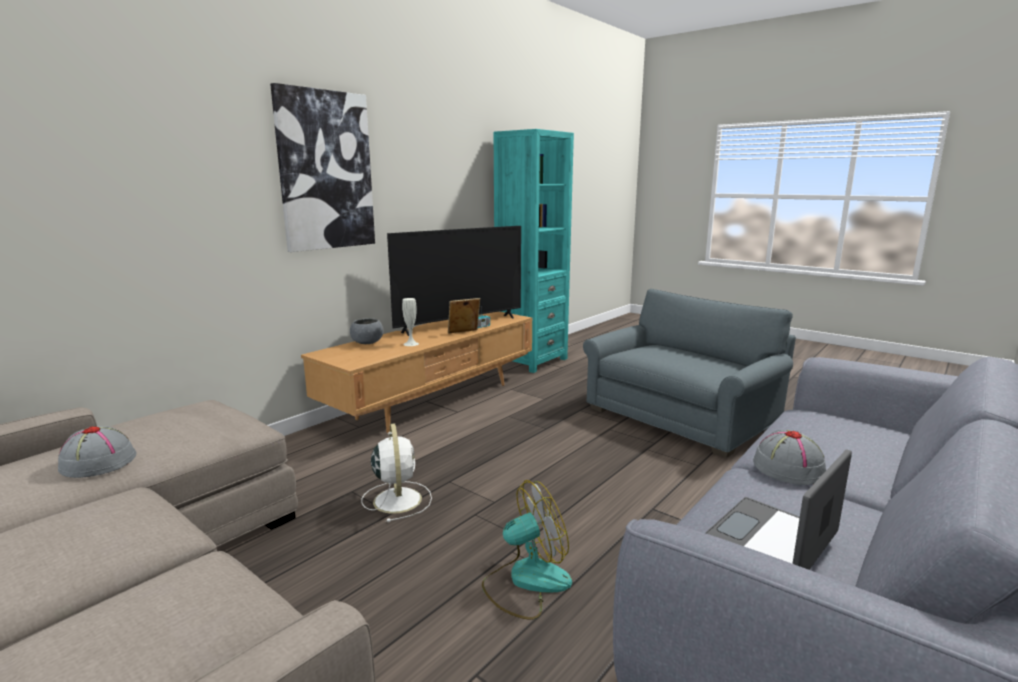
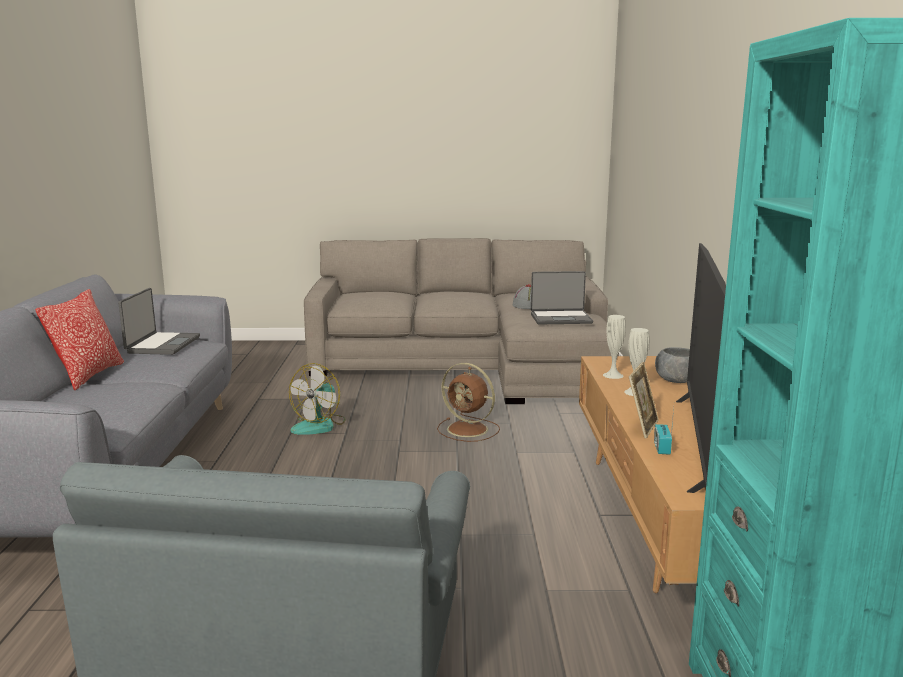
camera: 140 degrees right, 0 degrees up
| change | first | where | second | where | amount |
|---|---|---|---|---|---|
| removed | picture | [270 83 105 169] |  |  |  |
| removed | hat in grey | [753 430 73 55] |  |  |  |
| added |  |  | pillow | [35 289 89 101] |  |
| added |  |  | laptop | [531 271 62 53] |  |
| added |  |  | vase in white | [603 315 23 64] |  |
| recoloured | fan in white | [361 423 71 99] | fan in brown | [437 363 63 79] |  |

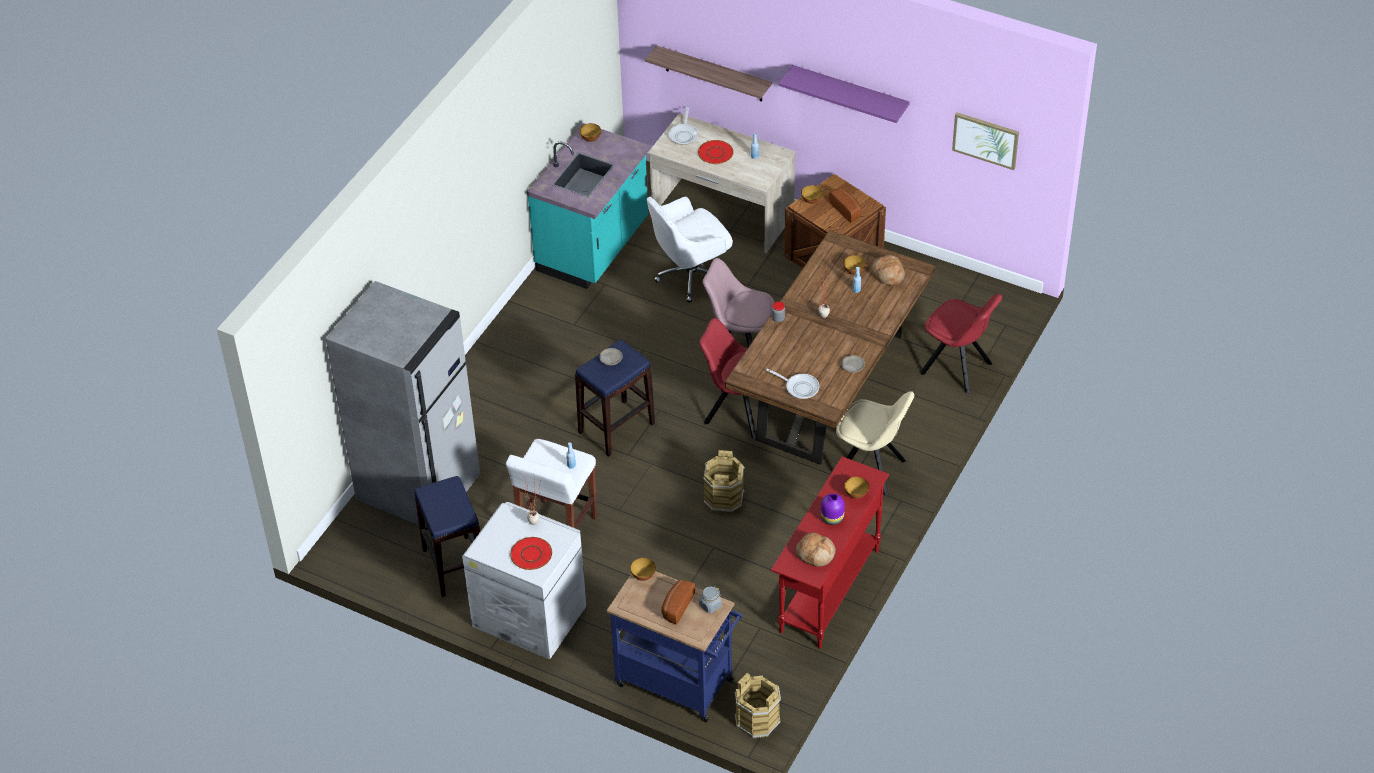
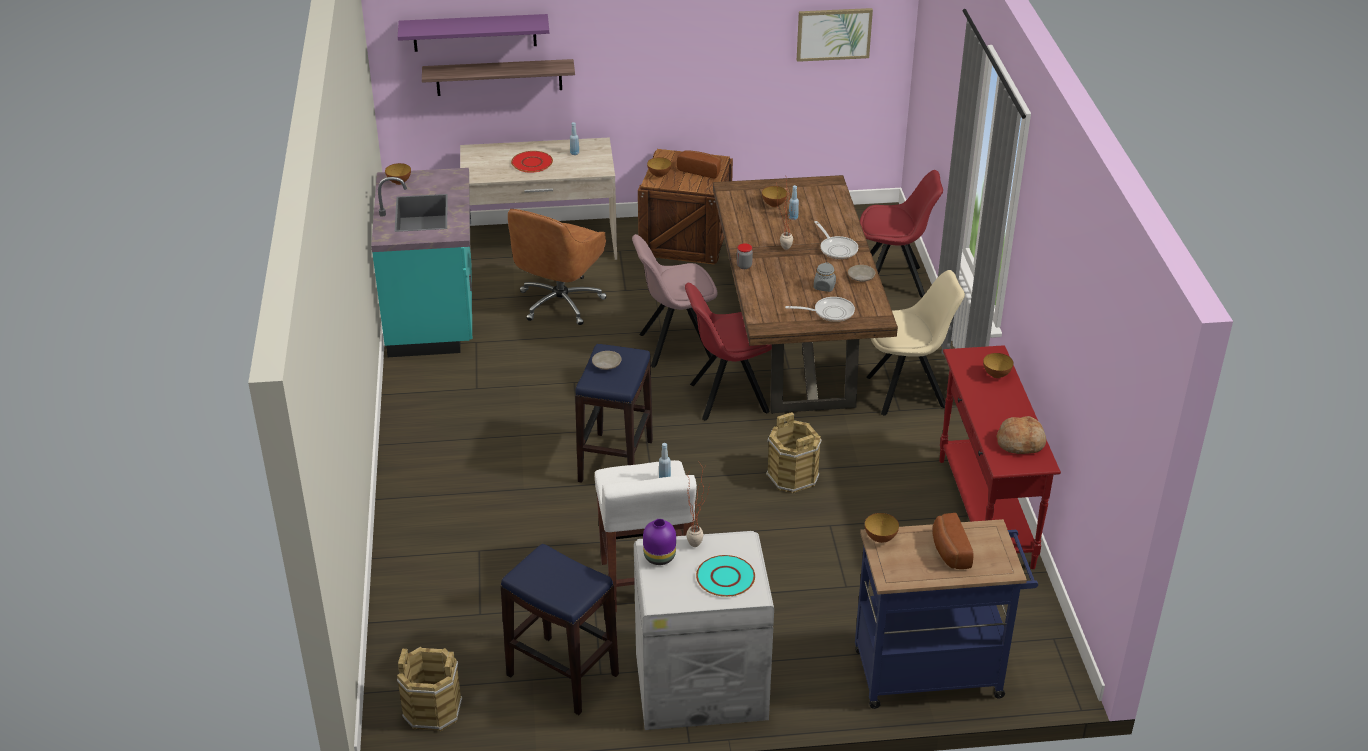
camera: 35 degrees left, 10 degrees down
| change | first | where | second | where | amount |
|---|---|---|---|---|---|
| removed | fridge in grey | [326 281 154 244] |  |  |  |
| removed | bread | [871 255 34 31] |  |  |  |
| moved | frying pan | [669 107 29 38] |  | [814 221 44 38] |  |
| moved | jar in grey | [699 586 23 27] |  | [814 262 22 30] |  |
| moved | bucket in brown | [735 673 46 65] |  | [397 647 65 84] |  |
| moved | shelf in purple | [779 65 131 58] |  | [398 14 151 38] |  |
| moved | vase in purple | [821 493 24 32] |  | [643 519 33 46] |  |
| recoloured | plate in red | [510 537 42 33] | plate in turquoise | [696 555 59 42] |  |
| recoloured | office chair in white | [647 197 86 105] | office chair in brown | [508 209 98 116] |  |

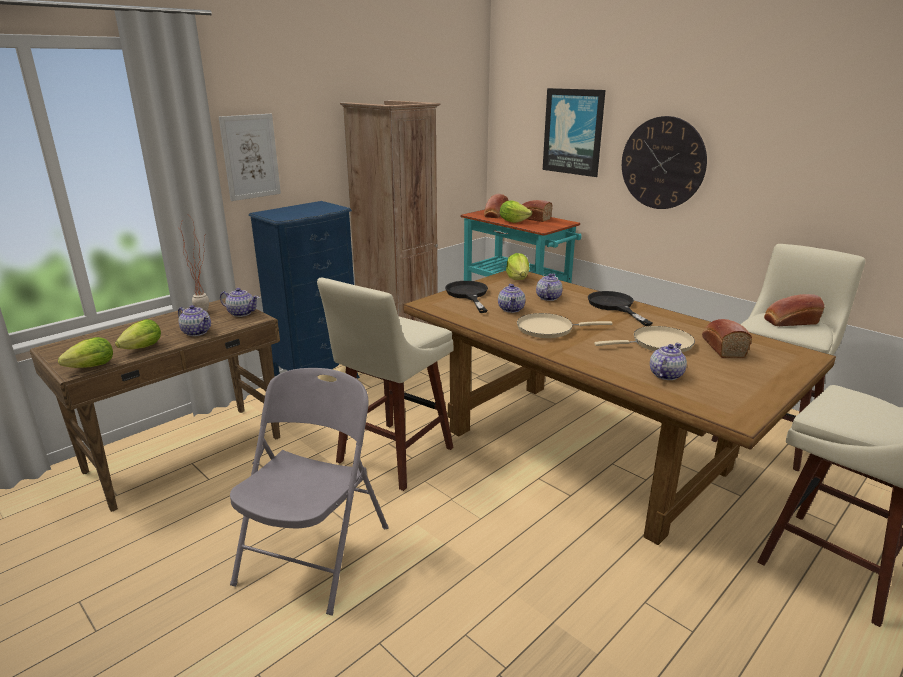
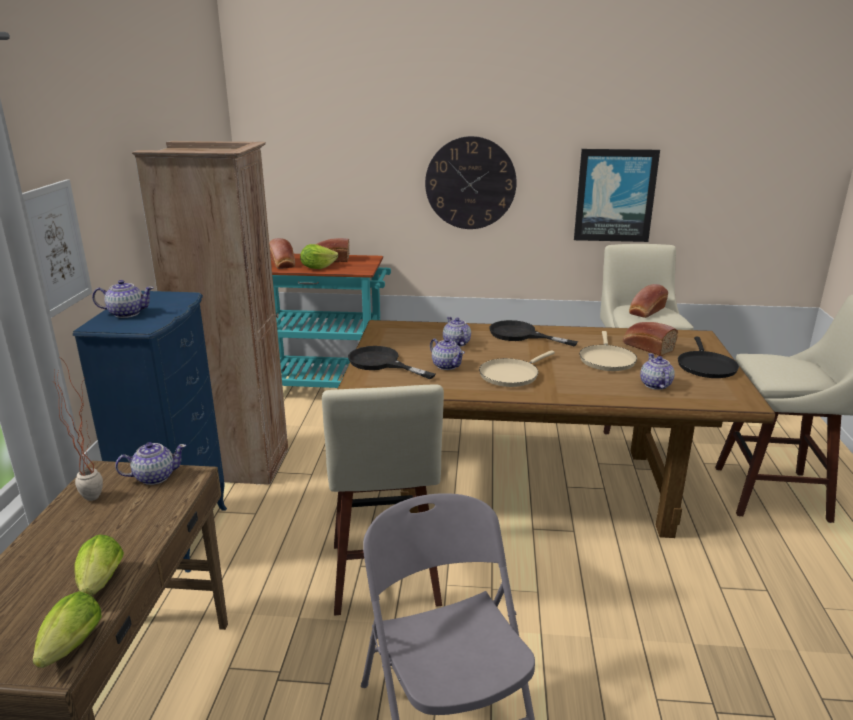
camera: 40 degrees left, 0 degrees up
| change | first | where | second | where | amount |
|---|---|---|---|---|---|
| removed | lettuce | [506 253 24 27] |  |  |  |
| added |  |  | frying pan in black | [678 337 61 41] |  |
| moved | teapot | [178 305 33 31] |  | [92 280 62 38] |  |
| moved | picture | [543 88 63 89] |  | [574 149 86 93] |  |
| turned | frying pan in beige | [594 326 101 26] |  | [579 331 58 40] | 150 degrees clockwise |

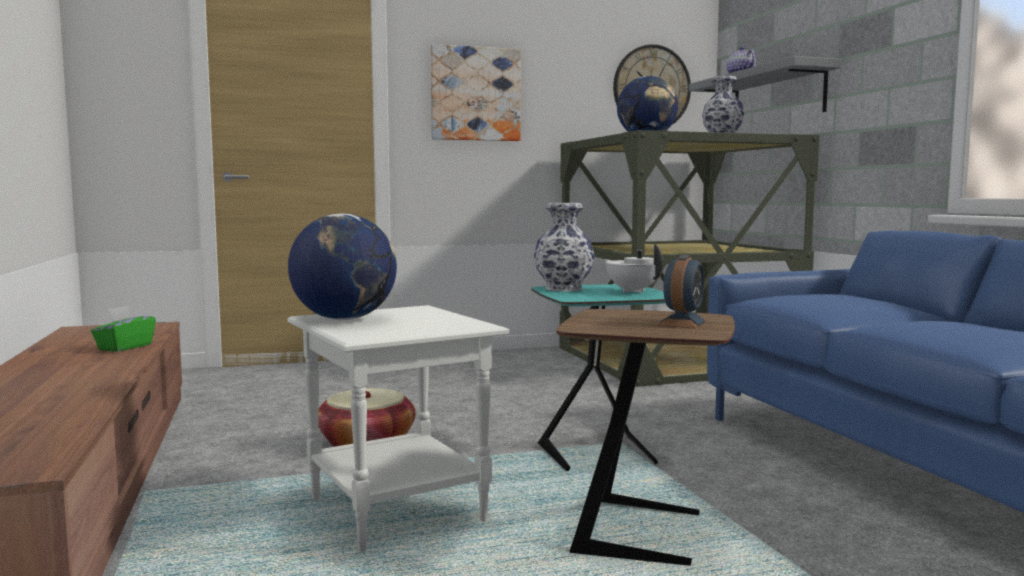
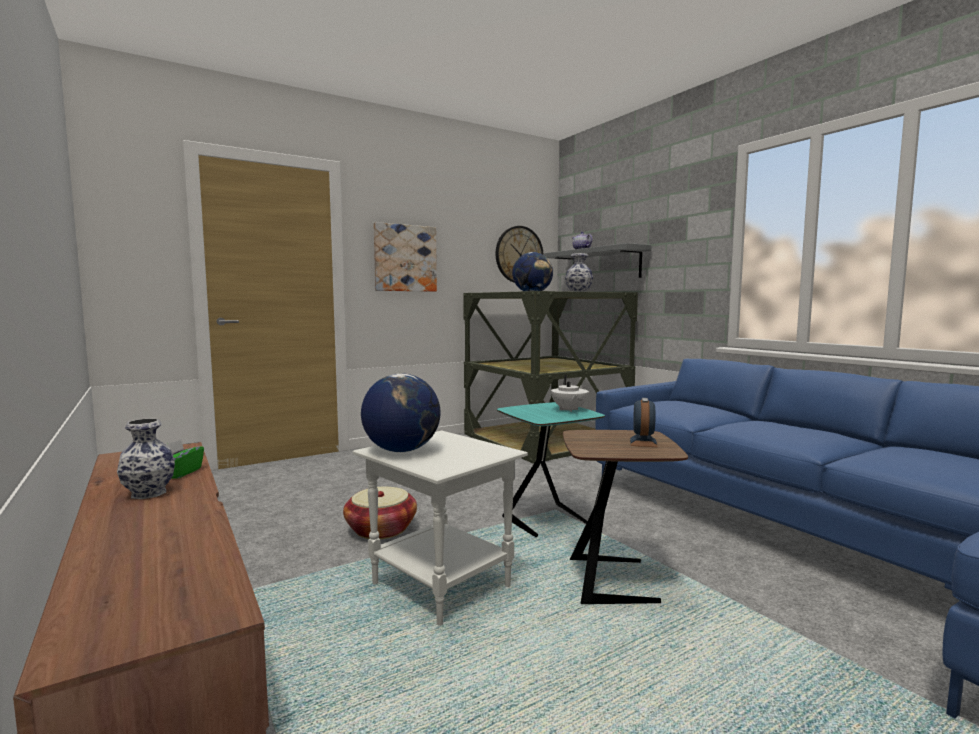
camera: 15 degrees left, 0 degrees up
| change | first | where | second | where | amount |
|---|---|---|---|---|---|
| moved | vase | [534 203 61 88] |  | [117 418 58 81] |  |
| turned | teapot in white | [605 244 58 49] |  | [551 375 38 37] | 135 degrees counterclockwise |

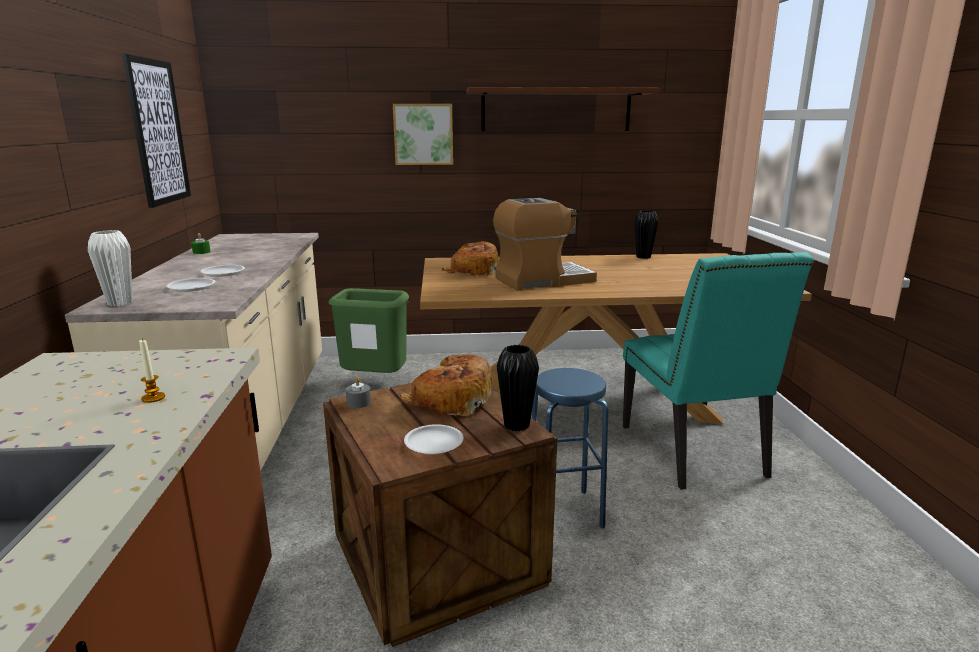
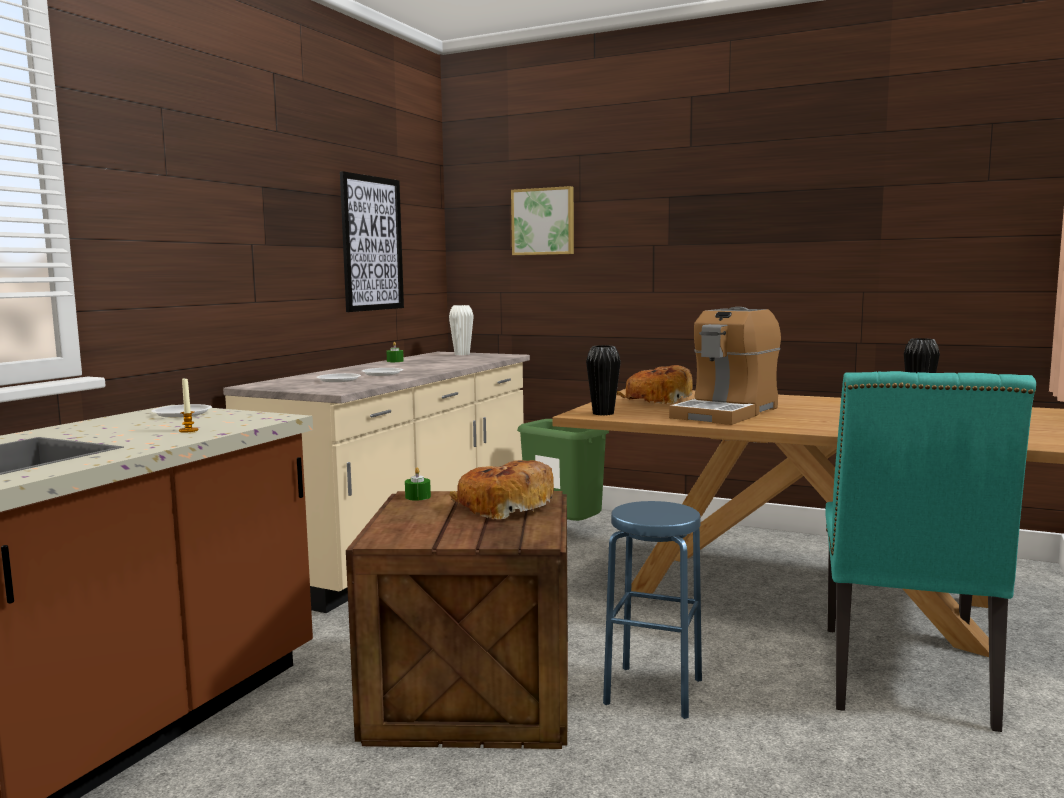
camera: 30 degrees right, 10 degrees down
| change | first | where | second | where | amount |
|---|---|---|---|---|---|
| removed | shelf in brown | [466 87 194 44] |  |  |  |
| moved | vase in white | [88 230 45 76] |  | [449 305 25 50] |  |
| moved | picture | [393 104 60 61] |  | [511 186 63 69] |  |
| moved | plate in white | [404 424 59 31] |  | [152 404 60 13] |  |
| moved | vase in black | [497 345 42 86] |  | [586 345 35 71] |  |
| recoloured | candle in grey | [346 376 25 32] | candle in green | [405 468 26 33] |  |
| turned | coffee machine | [493 198 104 92] |  | [669 307 112 118] | 120 degrees clockwise |

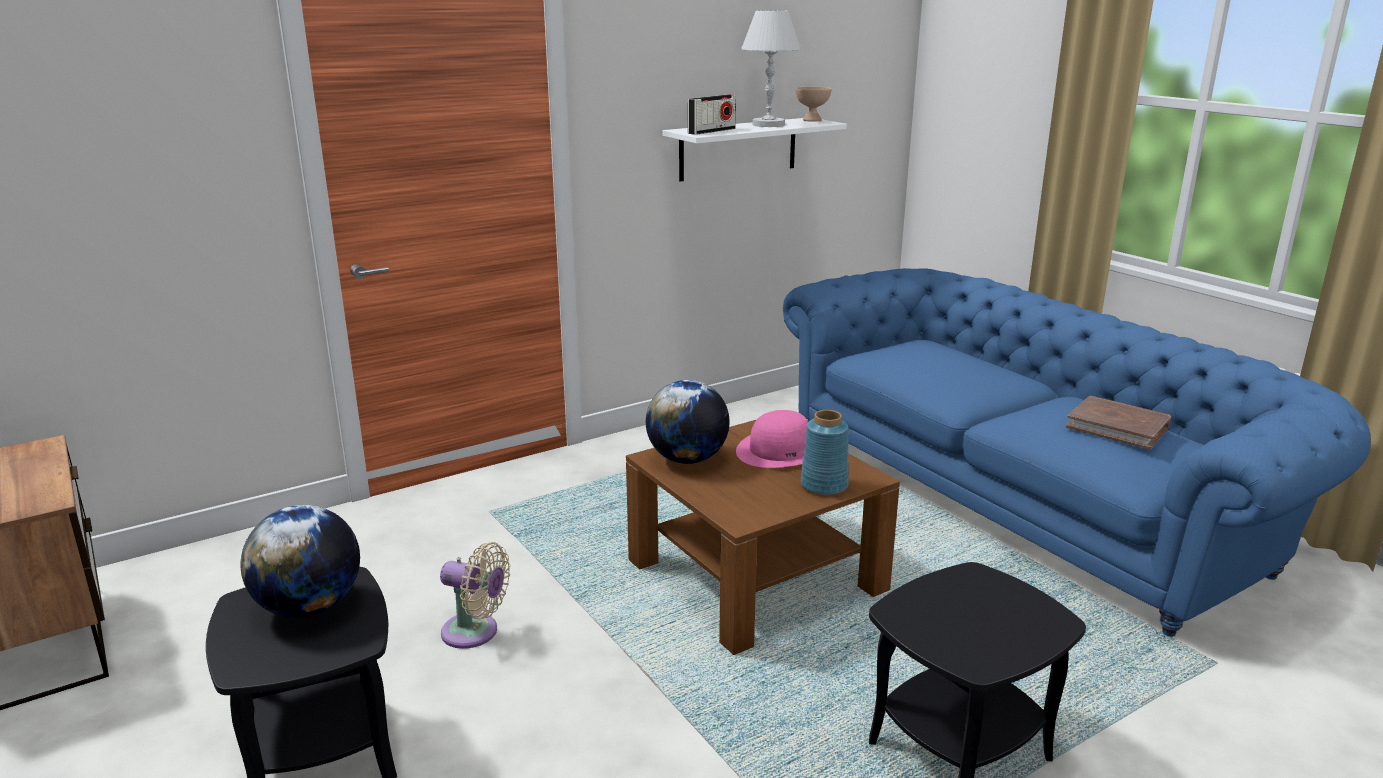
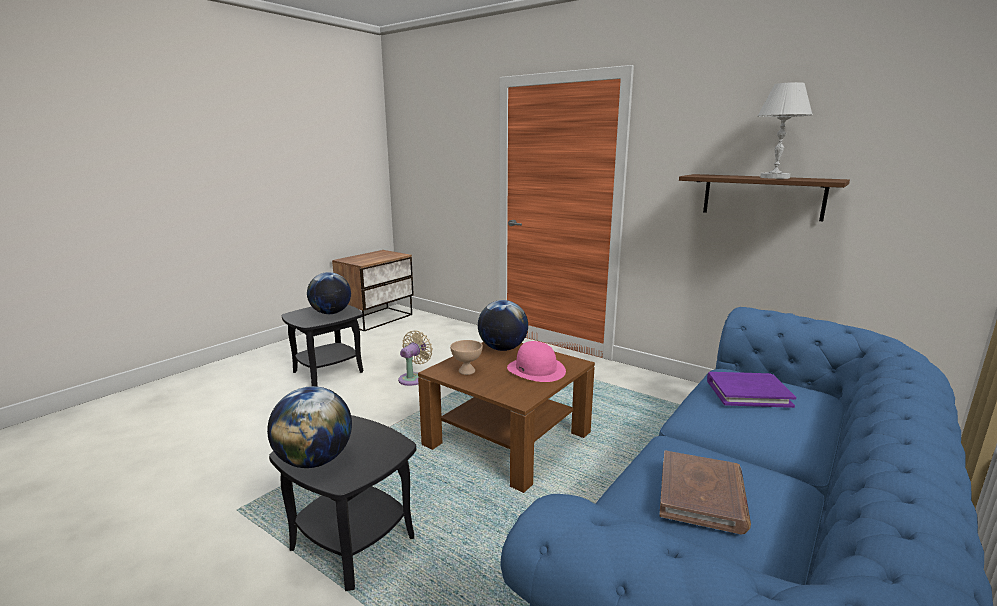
camera: 70 degrees right, 5 degrees down
| change | first | where | second | where | amount |
|---|---|---|---|---|---|
| removed | radio | [688 94 48 41] |  |  |  |
| removed | vase in blue | [801 410 48 85] |  |  |  |
| added |  |  | globe | [267 386 85 82] |  |
| added |  |  | book in purple | [707 372 89 36] |  |
| moved | bowl in beige | [796 87 36 35] |  | [450 340 33 35] |  |
| recoloured | shelf in white | [662 118 185 63] | shelf in brown | [679 174 171 47] |  |
| turned | fan in beige | [440 542 70 107] |  | [398 330 35 56] | 150 degrees counterclockwise |

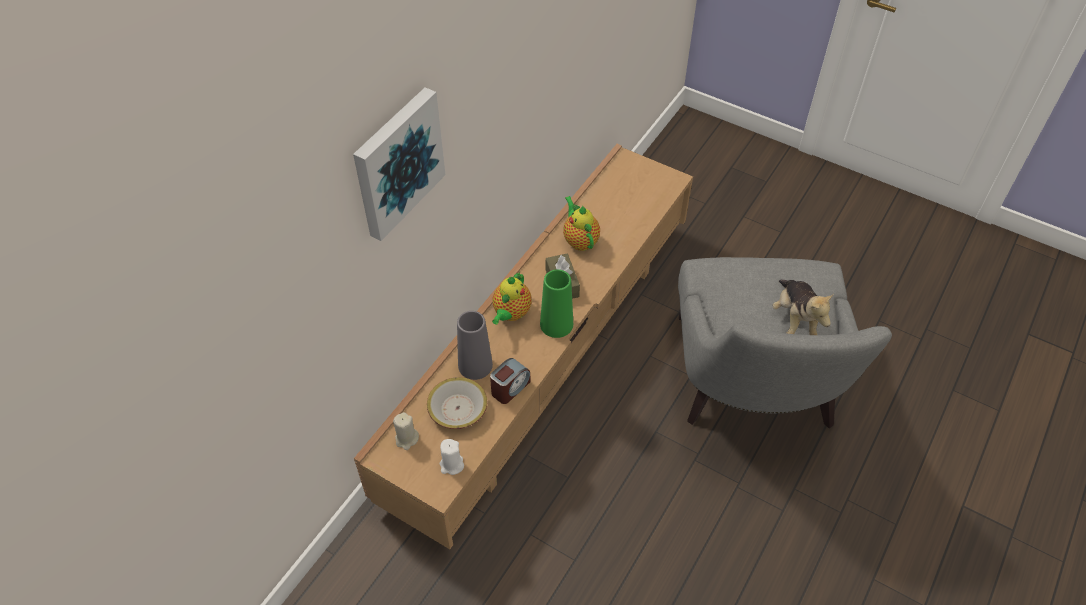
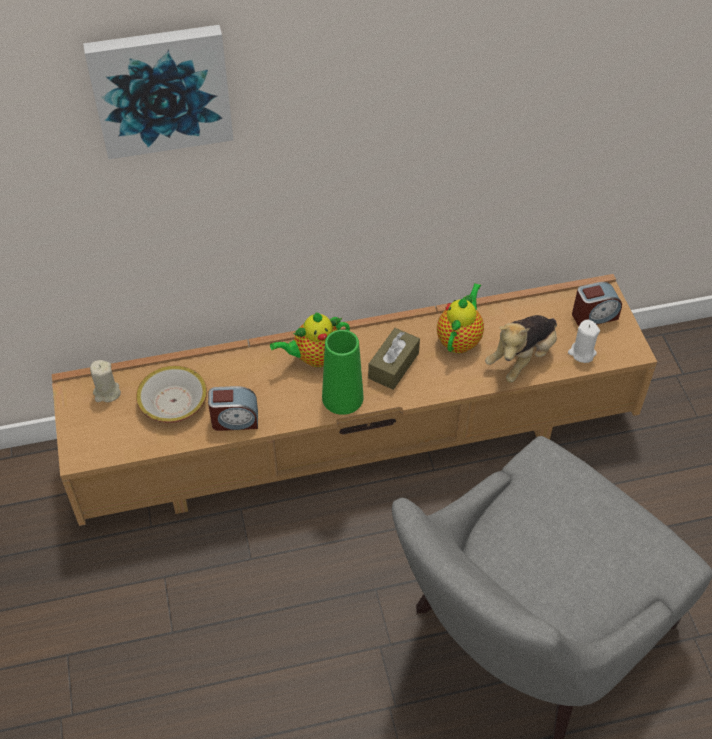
camera: 45 degrees right, 0 degrees up
| change | first | where | second | where | amount |
|---|---|---|---|---|---|
| removed | vase in grey | [457 311 36 69] |  |  |  |
| added |  |  | alarm clock | [572 282 50 44] |  |
| moved | candle in white | [440 439 24 36] |  | [568 319 32 44] |  |
| moved | plush toy | [773 279 61 56] |  | [485 315 72 68] |  |

